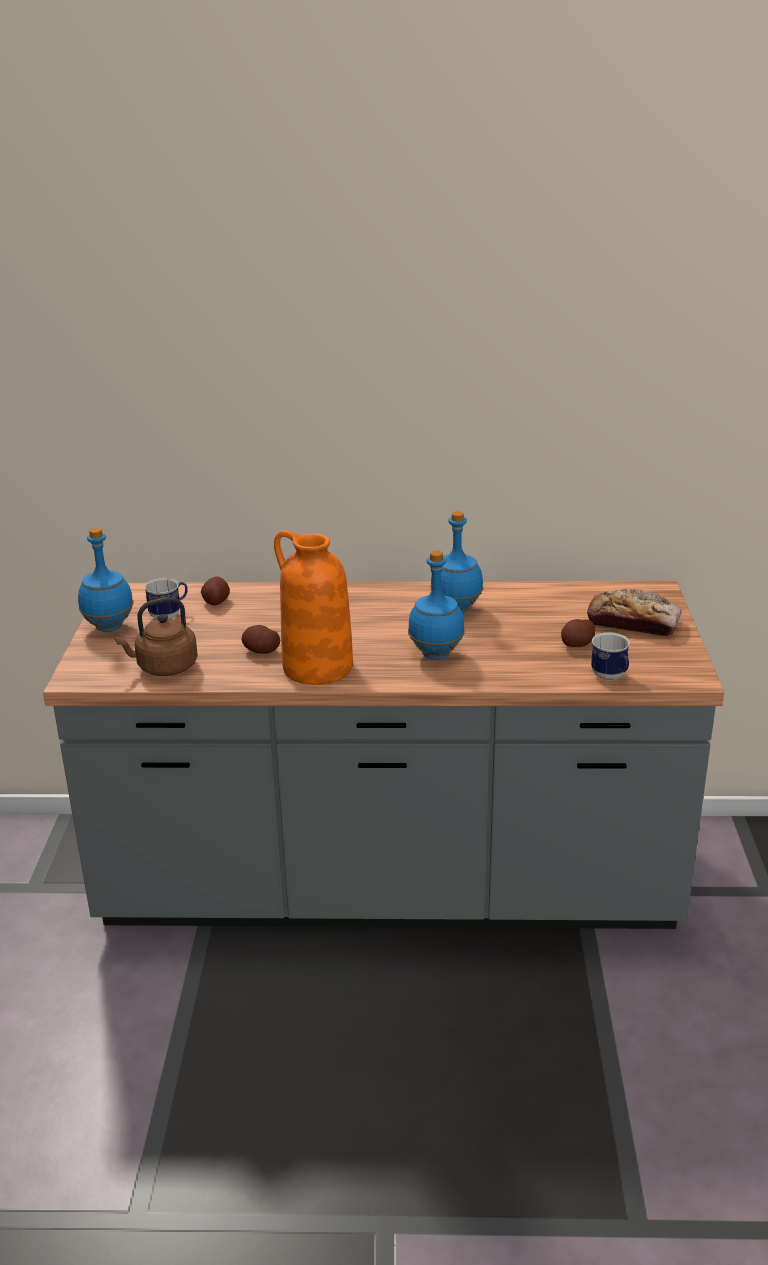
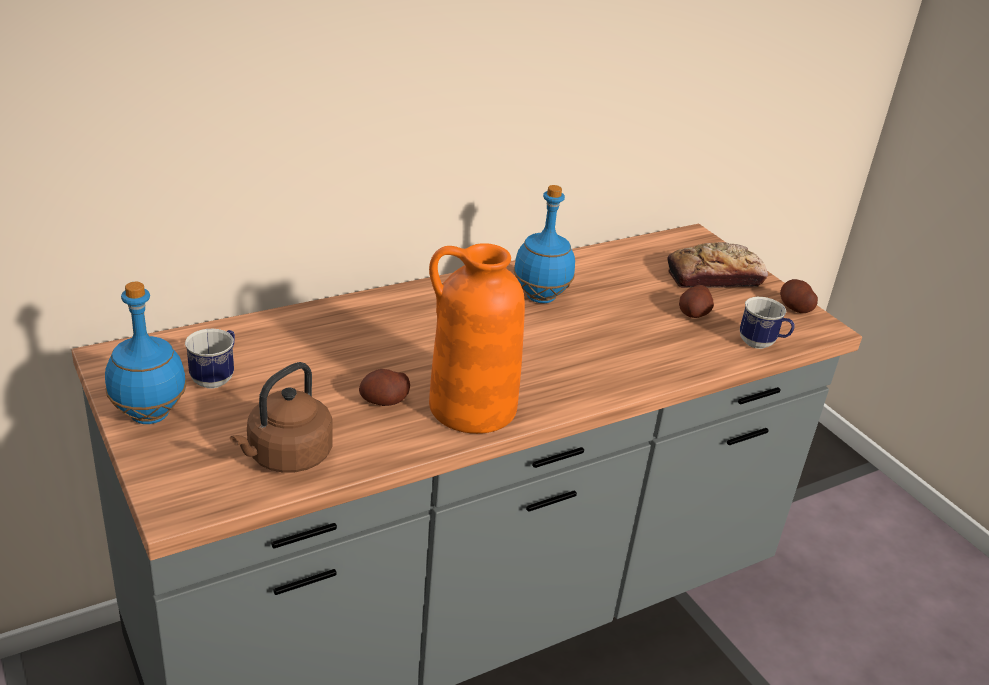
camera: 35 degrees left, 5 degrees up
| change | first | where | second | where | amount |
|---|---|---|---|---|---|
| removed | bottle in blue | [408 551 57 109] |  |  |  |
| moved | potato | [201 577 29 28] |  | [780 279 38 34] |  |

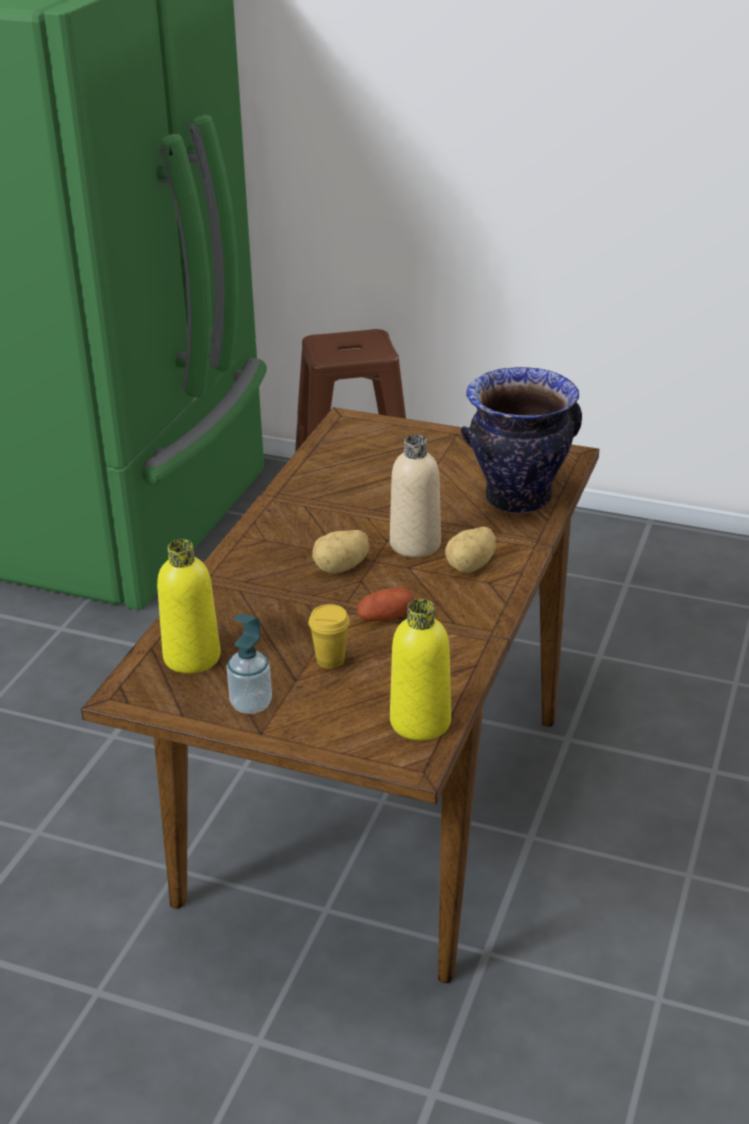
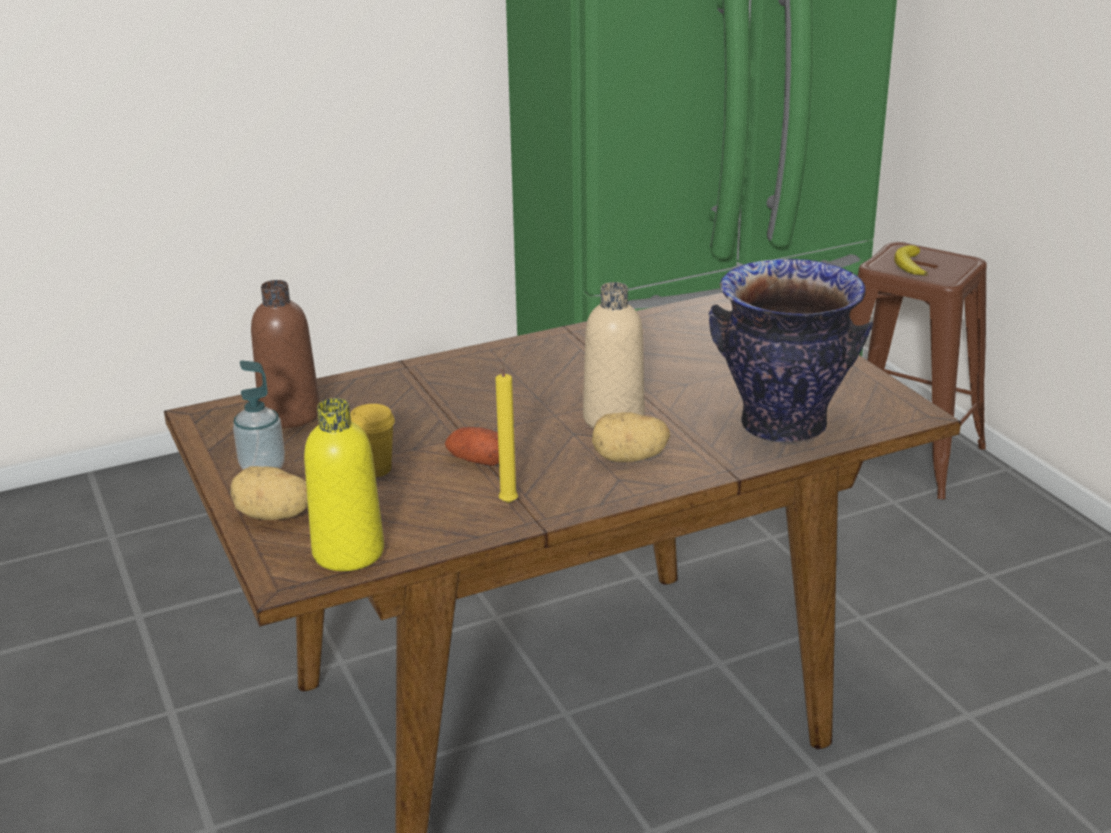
camera: 45 degrees right, 5 degrees down
| change | first | where | second | where | amount |
|---|---|---|---|---|---|
| added |  |  | candle in yellow | [495 355 23 148] |  |
| added |  |  | banana | [894 245 34 31] |  |
| moved | potato | [312 530 57 44] |  | [230 466 78 54] |  |
| recoloured | bottle in yellow | [157 539 64 135] | bottle in brown | [251 280 69 148] |  |

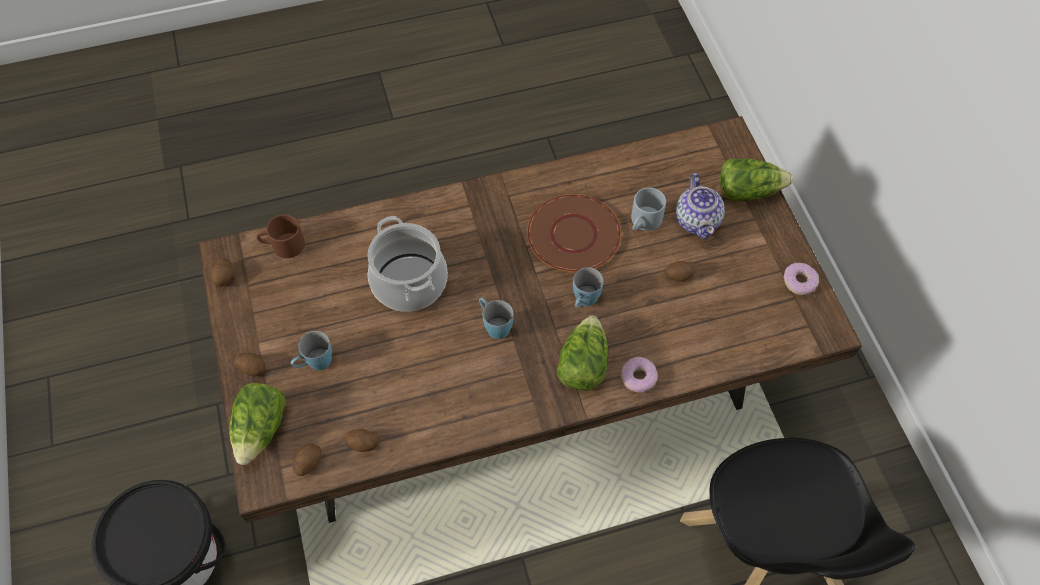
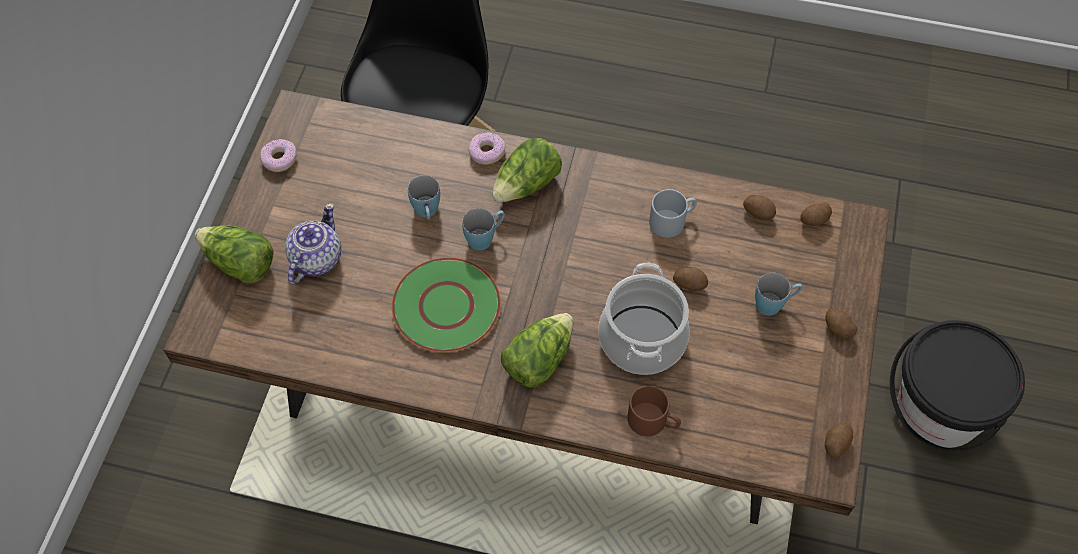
camera: 150 degrees left, 0 degrees up
| change | first | where | second | where | amount |
|---|---|---|---|---|---|
| moved | lettuce | [229 383 57 82] |  | [501 313 72 74] |  |
| moved | mug in brown | [257 214 48 44] |  | [627 385 54 52] |  |
| moved | mug in blue | [479 297 35 42] |  | [408 175 32 45] |  |
| moved | mug in grey | [631 188 35 43] |  | [649 189 48 49] |  |
| moved | potato | [665 261 31 20] |  | [673 267 35 25] |  |
| recoloured | plate in brown | [527 194 94 78] | plate in green | [392 257 109 95] |  |

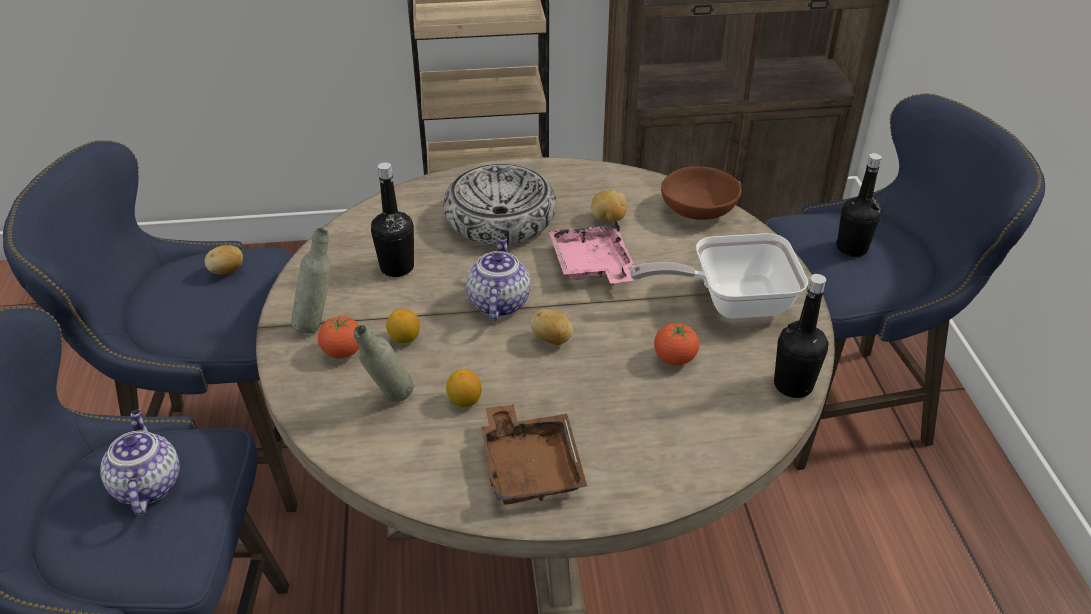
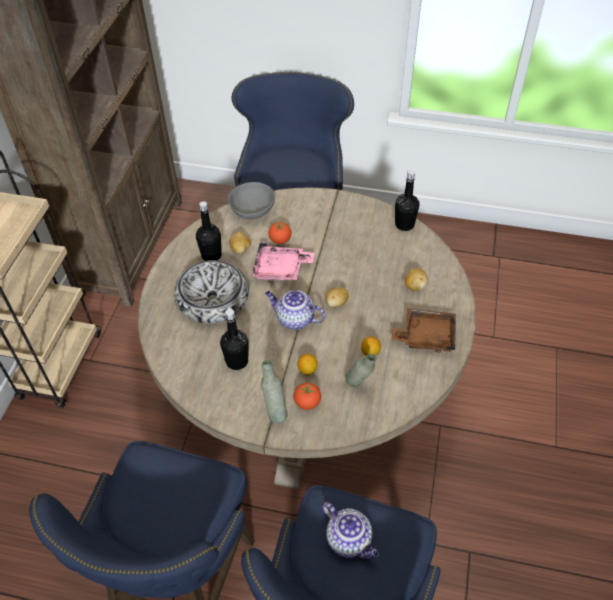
camera: 70 degrees left, 10 degrees up
| change | first | where | second | where | amount |
|---|---|---|---|---|---|
| removed | frying pan | [630 233 178 86] |  |  |  |
| moved | potato | [205 245 38 29] |  | [405 268 23 23] |  |
| moved | tomato | [654 322 45 43] |  | [268 222 23 22] |  |
| moved | bottle in black | [836 153 46 104] |  | [196 201 25 60] |  |
| recoloured | bowl in brown | [661 166 81 54] | bowl in grey | [228 182 47 37] |  |
| turned | teapot | [100 410 80 106] |  | [322 502 57 57] | 135 degrees counterclockwise |

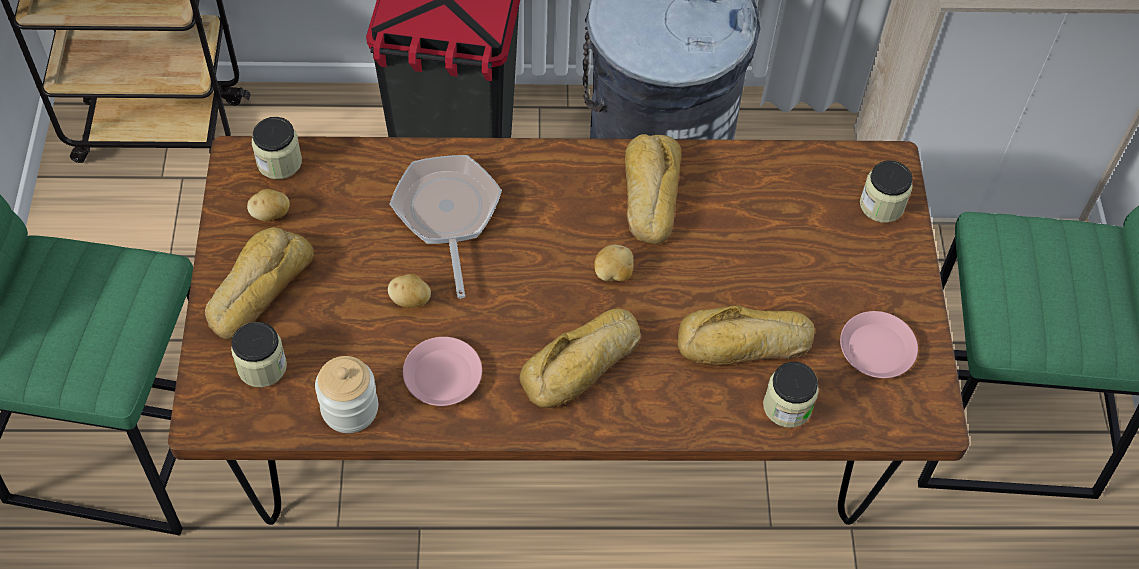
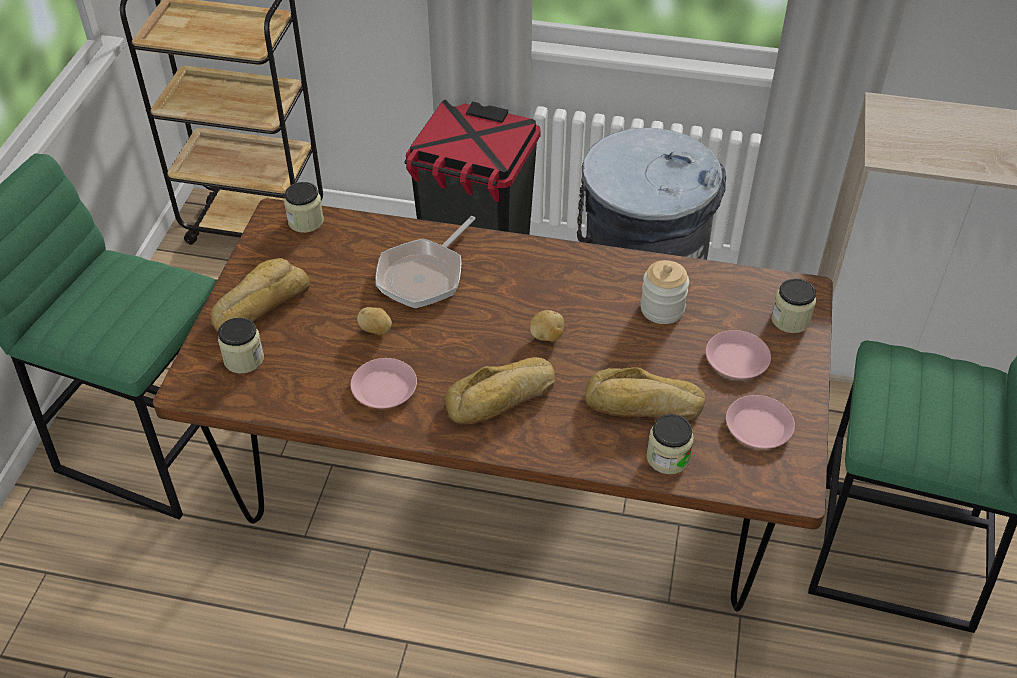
camera: 15 degrees right, 10 degrees down
| change | first | where | second | where | amount |
|---|---|---|---|---|---|
| removed | potato | [247 189 43 32] |  |  |  |
| removed | bread | [625 134 56 110] |  |  |  |
| added |  |  | plate in pink | [706 330 65 49] |  |
| moved | jar | [315 356 63 77] |  | [640 260 49 64] |  |
| turned | frying pan | [390 155 112 144] |  | [375 216 101 92] | 150 degrees counterclockwise |

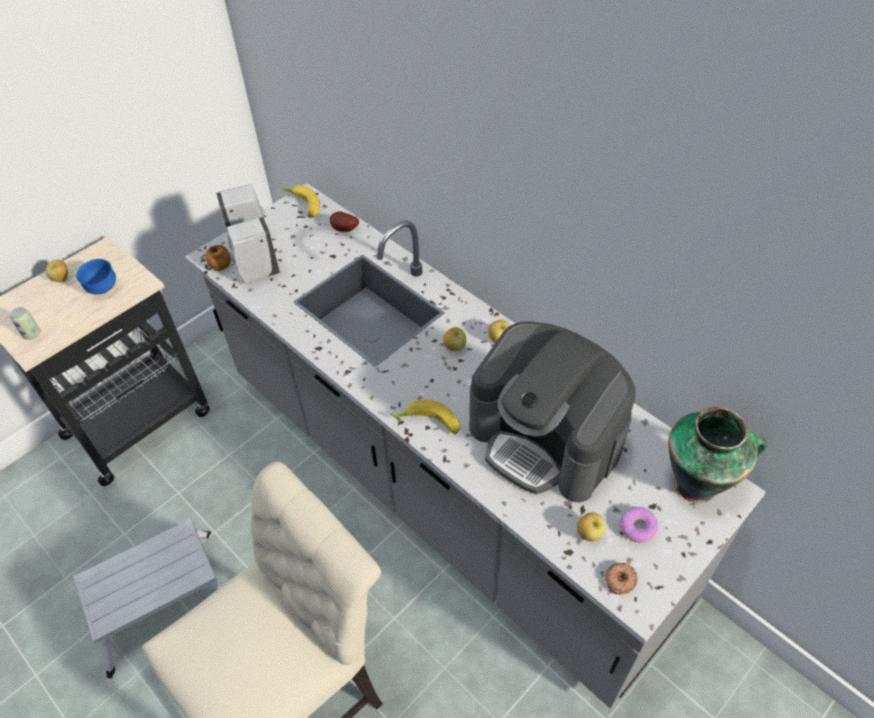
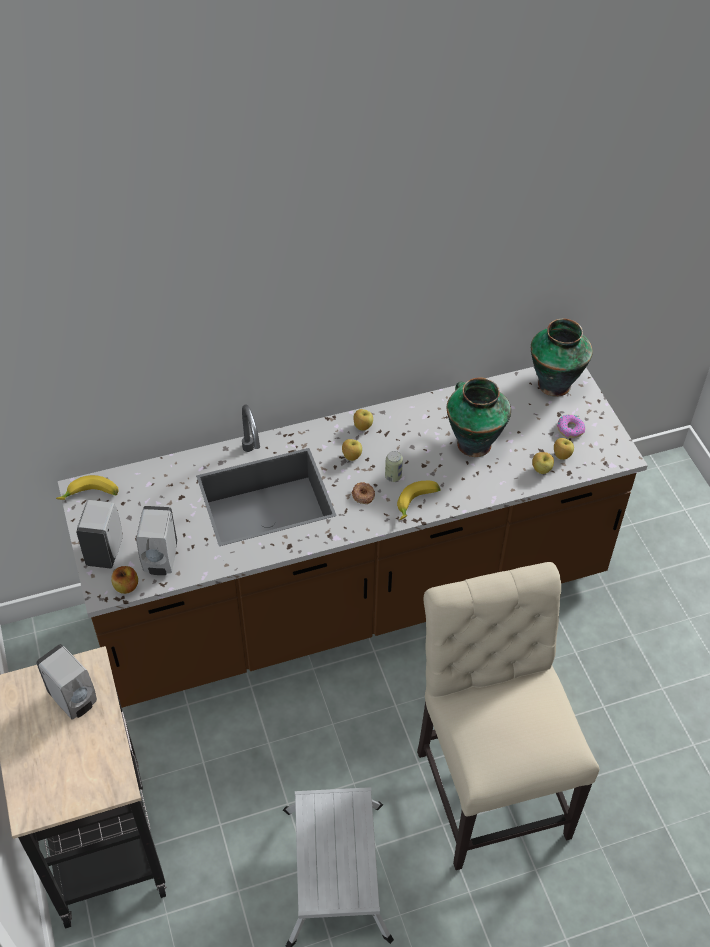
camera: 65 degrees left, 0 degrees up
| change | first | where | second | where | amount |
|---|---|---|---|---|---|
| removed | potato | [330 211 29 21] |  |  |  |
| moved | can | [10 307 31 33] |  | [385 451 18 31] |  |
| moved | apple | [46 259 22 23] |  | [532 452 22 22] |  |
| moved | donut | [605 563 33 32] |  | [352 482 23 22] |  |
| replaced | bowl in blue | [76 259 40 35] | soap dispenser in white | [36 644 61 76] |  |
| replaced | coffee machine | [469 322 167 180] | vase | [447 378 64 79] |  |
| recoloured | counter in grey | [185 183 581 526] | counter in brown | [58 367 590 341] |  |

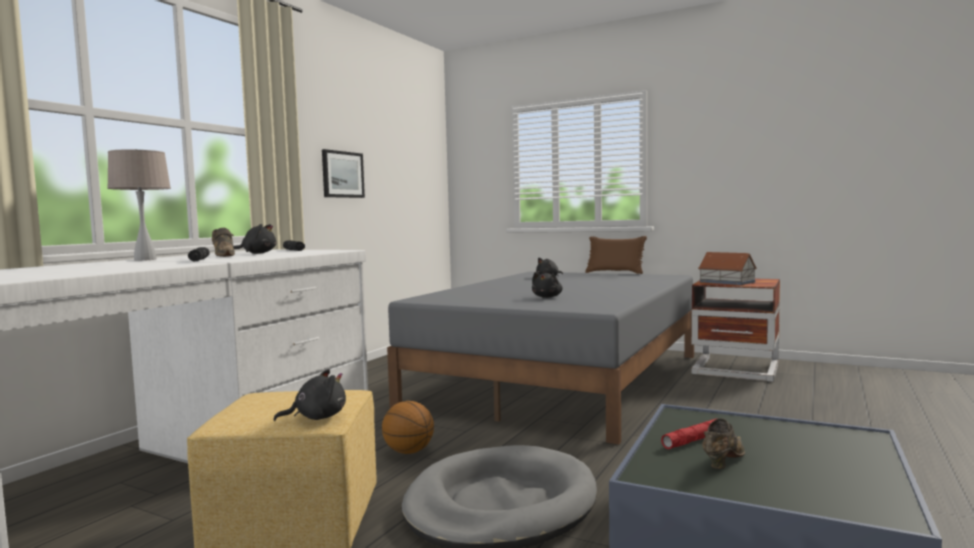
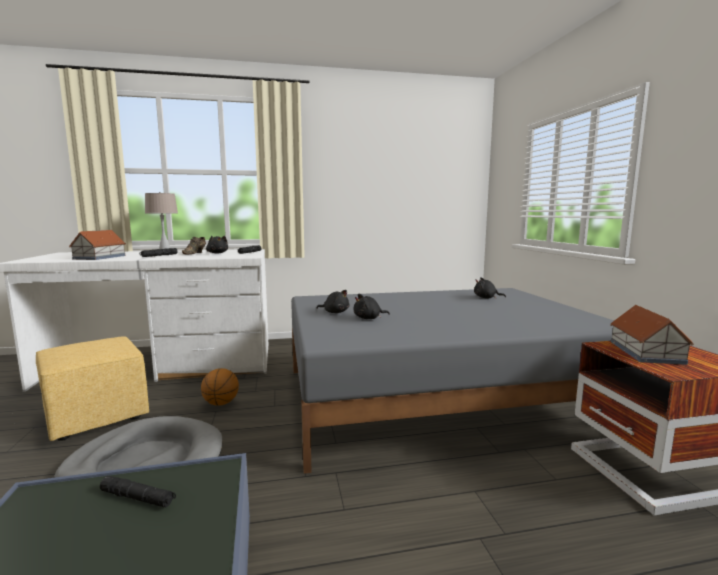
camera: 50 degrees right, 5 degrees up
| change | first | where | second | where | amount |
|---|---|---|---|---|---|
| removed | picture | [322 149 43 49] |  |  |  |
| removed | pillow in brown | [585 236 62 38] |  |  |  |
| removed | shoe in brown | [702 418 43 51] |  |  |  |
| added |  |  | toy house | [69 230 57 30] |  |
| moved | plush toy in black | [273 369 73 52] |  | [317 290 32 23] |  |
| recoloured | flashlight in red | [661 419 55 30] | flashlight in black | [100 476 76 32] |  |

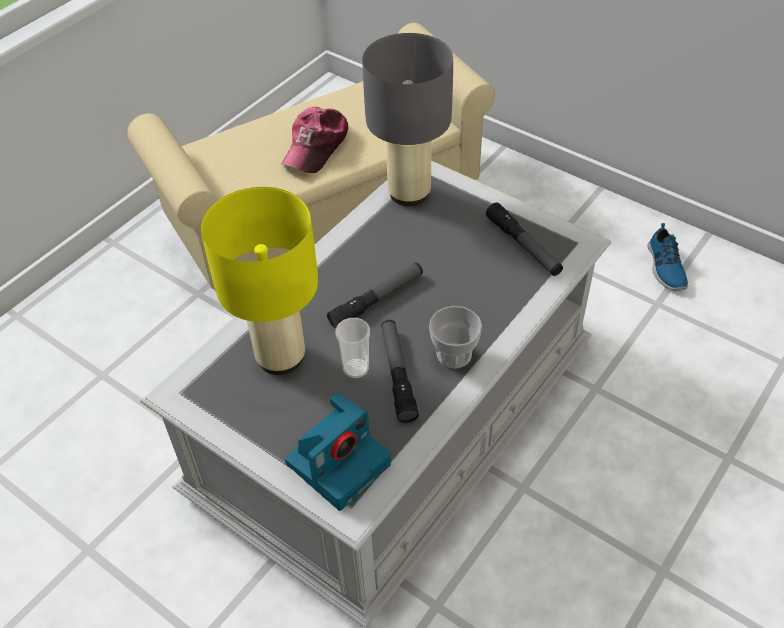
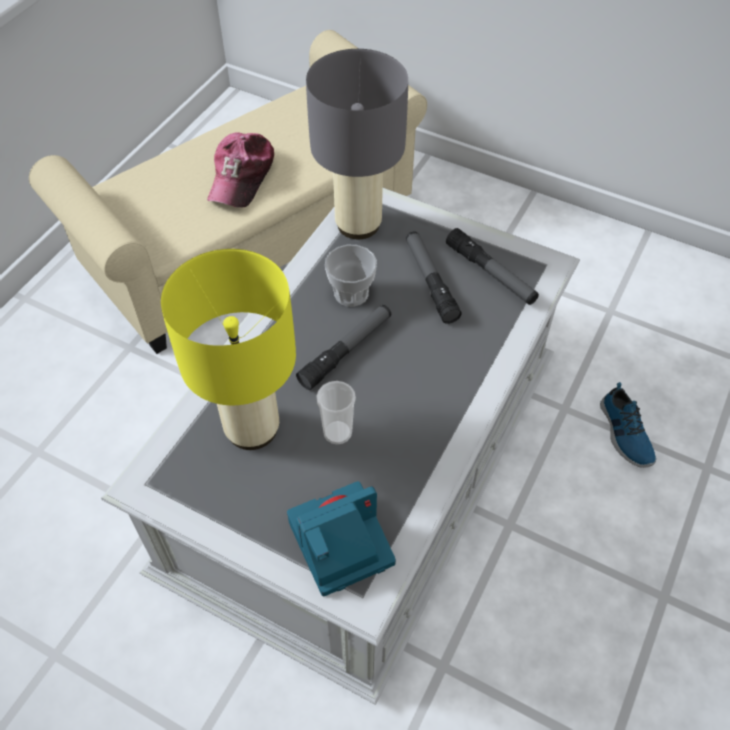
camera: 10 degrees left, 5 degrees up
| change | first | where | second | where | amount |
|---|---|---|---|---|---|
| moved | flashlight | [381 320 38 103] |  | [406 231 56 93] |  |
| moved | cup | [429 306 53 63] |  | [325 244 52 63] |  |
| moved | shoe | [647 223 41 68] |  | [600 382 56 86] |  |
| turned | photo camera | [285 392 106 119] |  | [287 481 109 115] | 150 degrees counterclockwise |

